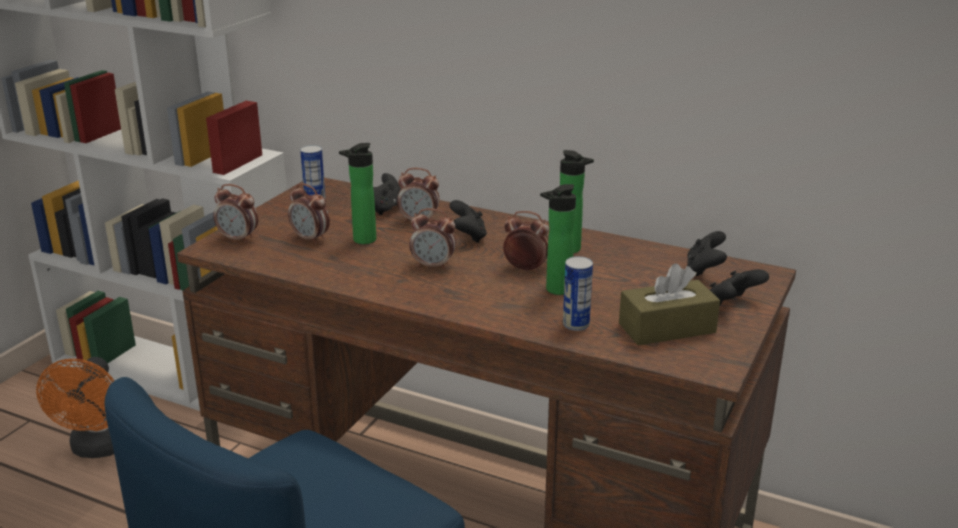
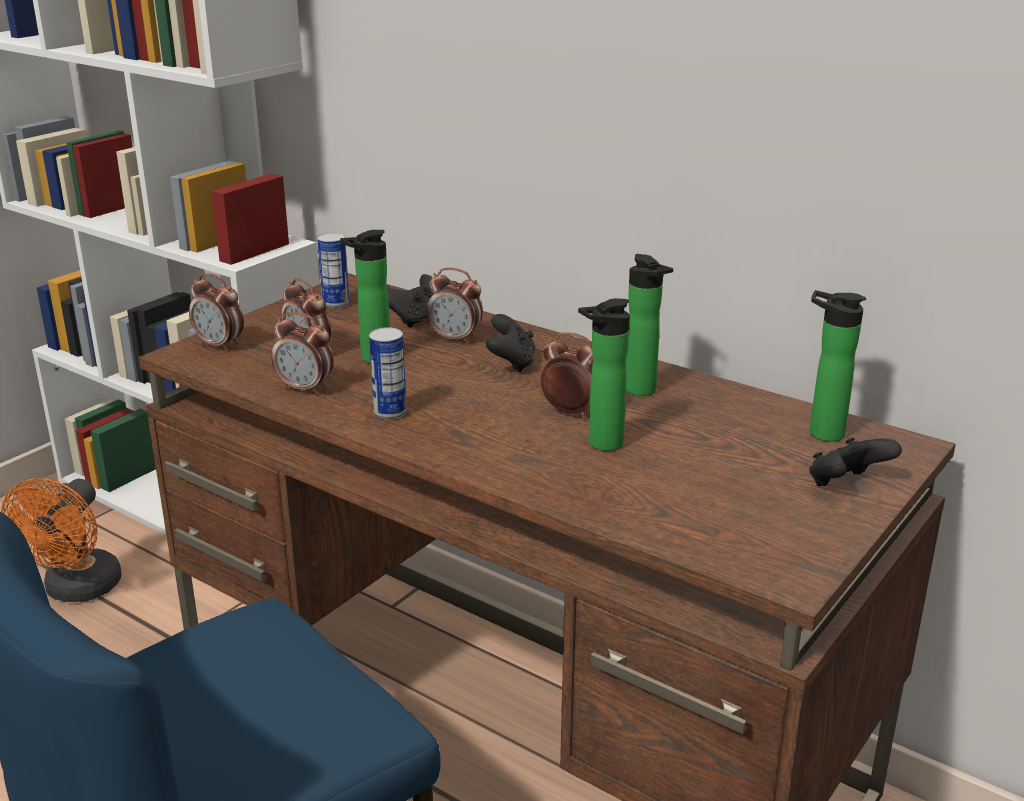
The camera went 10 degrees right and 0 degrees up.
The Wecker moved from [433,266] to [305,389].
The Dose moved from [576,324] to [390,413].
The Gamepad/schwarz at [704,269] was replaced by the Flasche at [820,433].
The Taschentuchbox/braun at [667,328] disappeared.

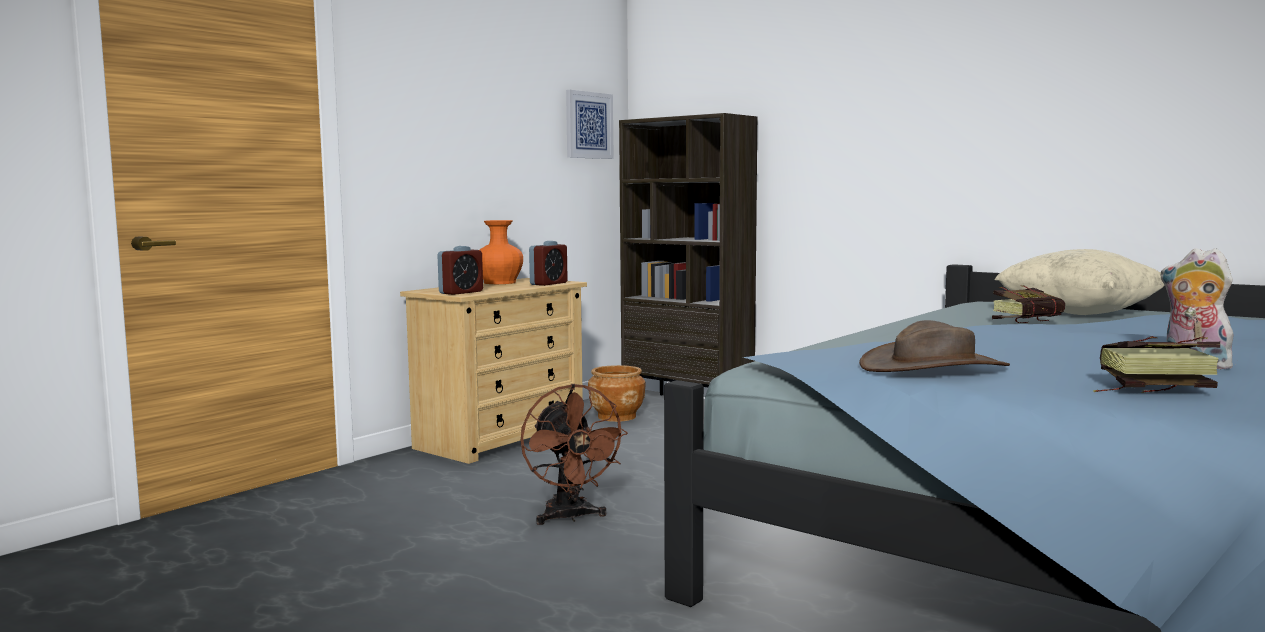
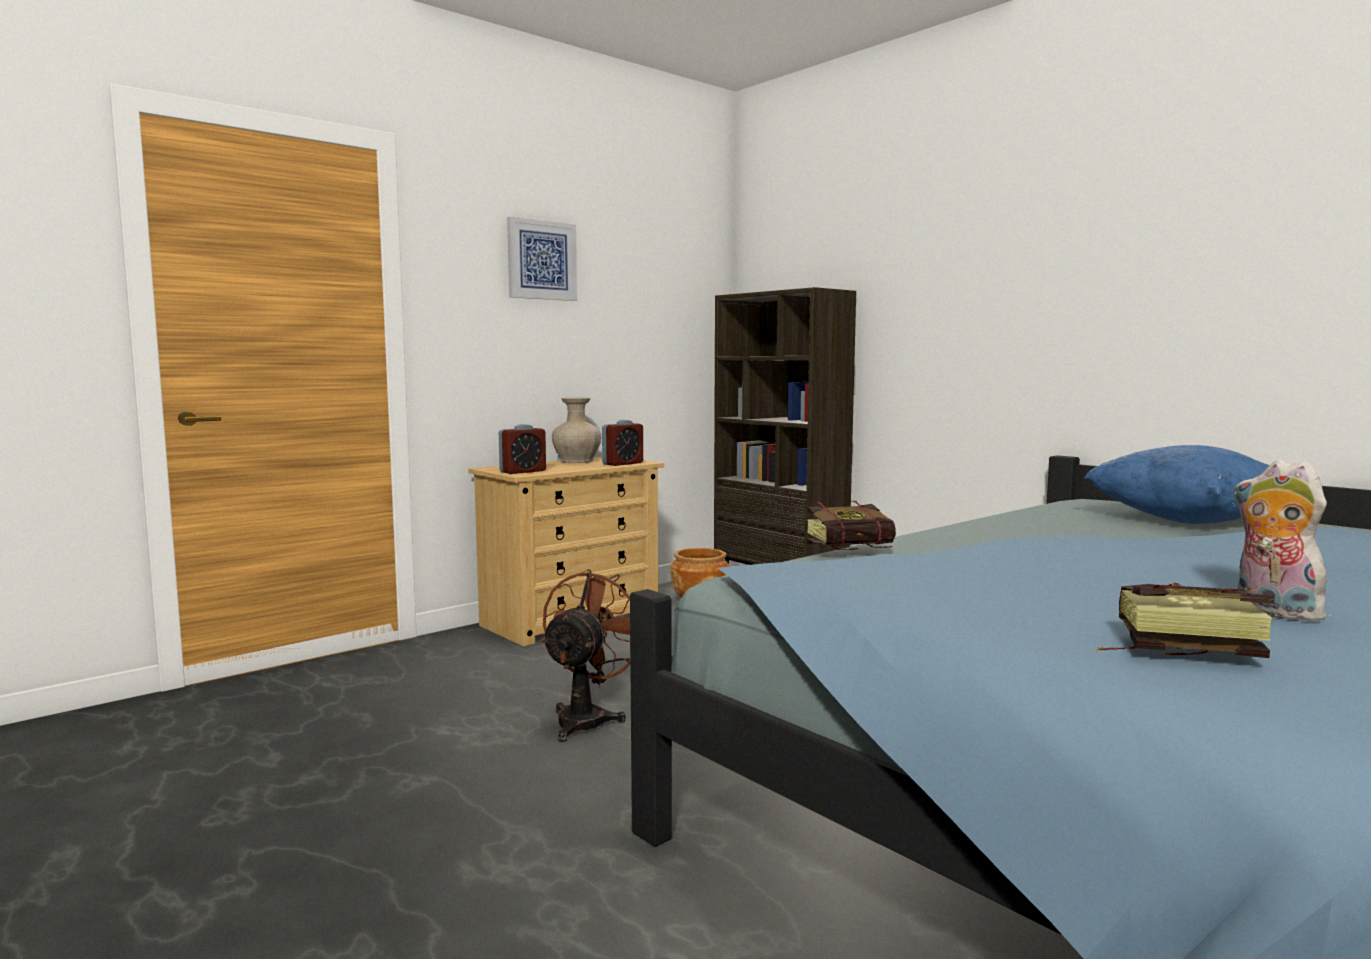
The camera went 10 degrees right and 0 degrees up.
The Bild moved from [588,125] to [541,260].
The Ventilator/braun at [570,517] turned 150 degrees counterclockwise.
The Vase/orange at [500,282] became the Vase/beige at [577,461].
The Buch moved from [1032,324] to [857,553].
The Kissen/beige at [1079,313] became the Kissen/blau at [1188,521].
The Hut/braun at [933,367] disappeared.

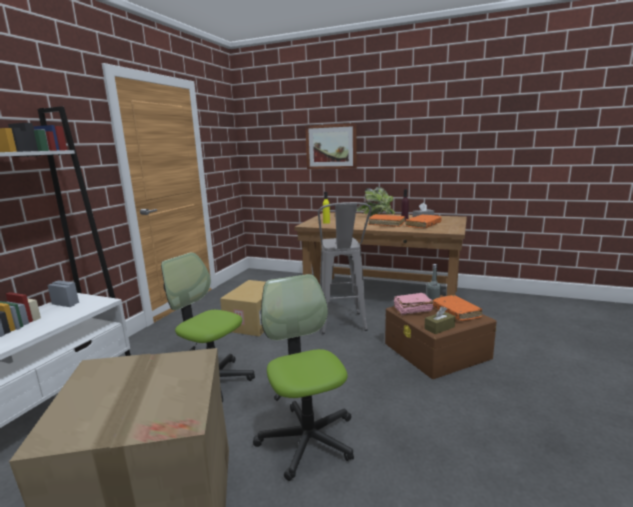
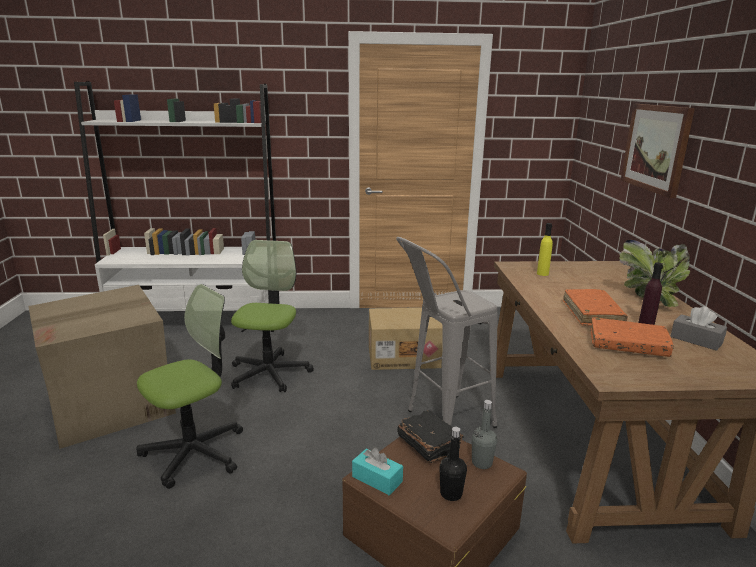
The camera went 65 degrees right and 5 degrees up.
The Taschentuchbox/braun at [439,328] became the Taschentuchbox/türkis at [377,479].
The Buch/rosa at [412,310] became the Buch/schwarz at [428,444].
The Buch/orange at [456,312] was replaced by the Flasche/schwarz at [451,493].

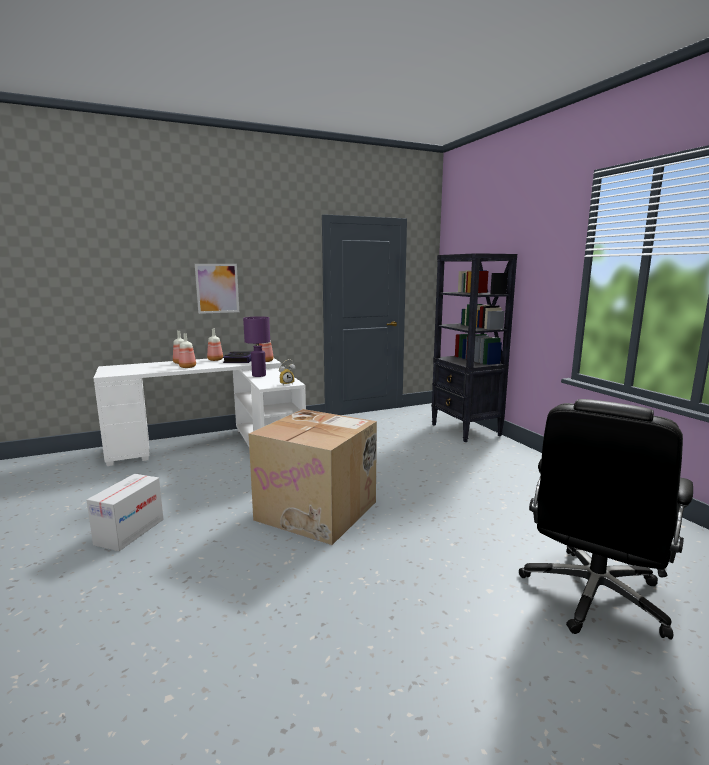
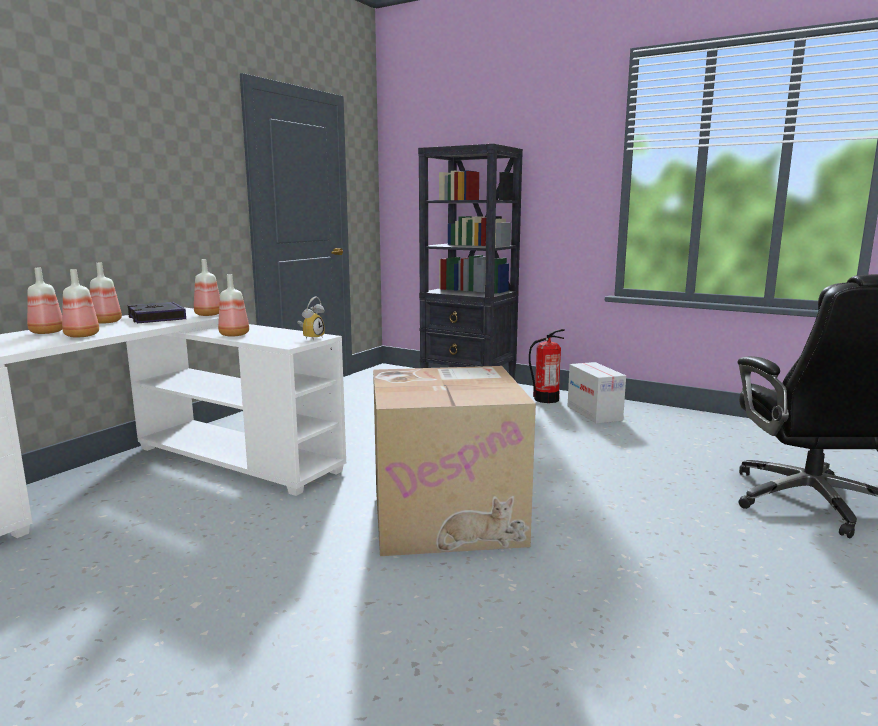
The camera went 35 degrees left and 0 degrees up.
The Tischlampe/lila at [259,375] was replaced by the Flasche at [235,335].
The Feuerlöscher at [546,399] appeared.
The Karton moved from [130,531] to [594,413].
The Bild at [217,288] disappeared.

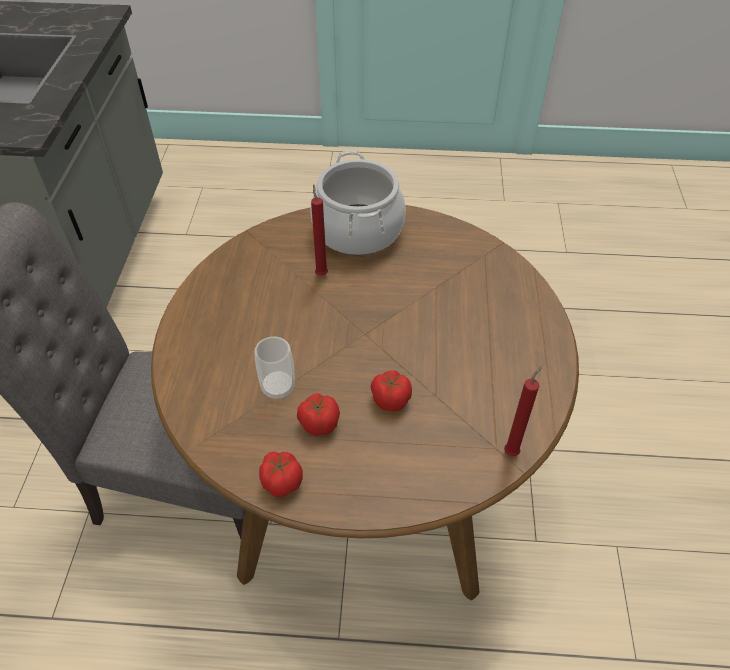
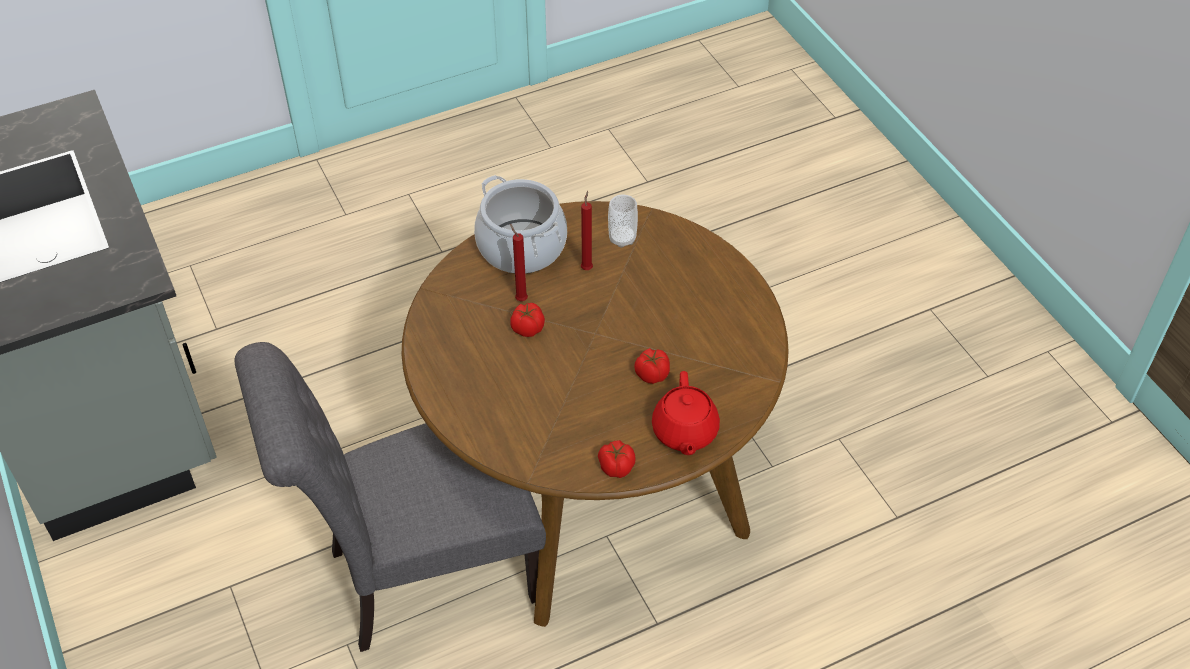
The camera went 30 degrees left and 0 degrees up.
The Tomate moved from [318,423] to [527,329].
The Kerze/rot moved from [512,451] to [587,267].
The Tasse moved from [278,388] to [622,239].
The Teekanne/rot at [684,432] appeared.

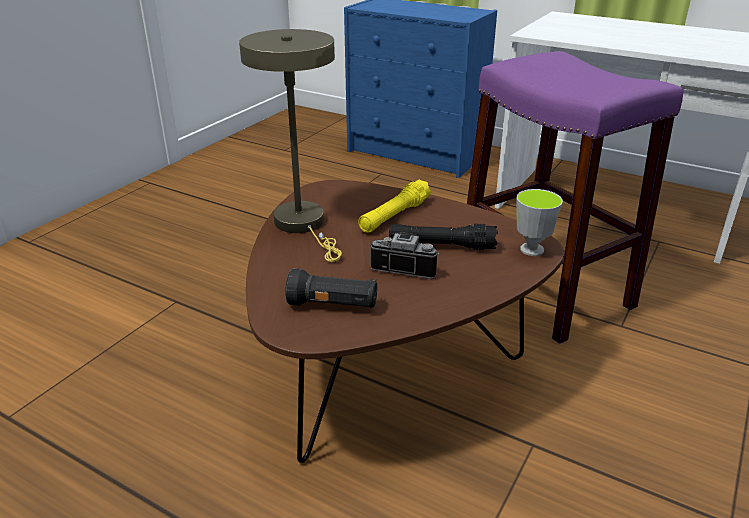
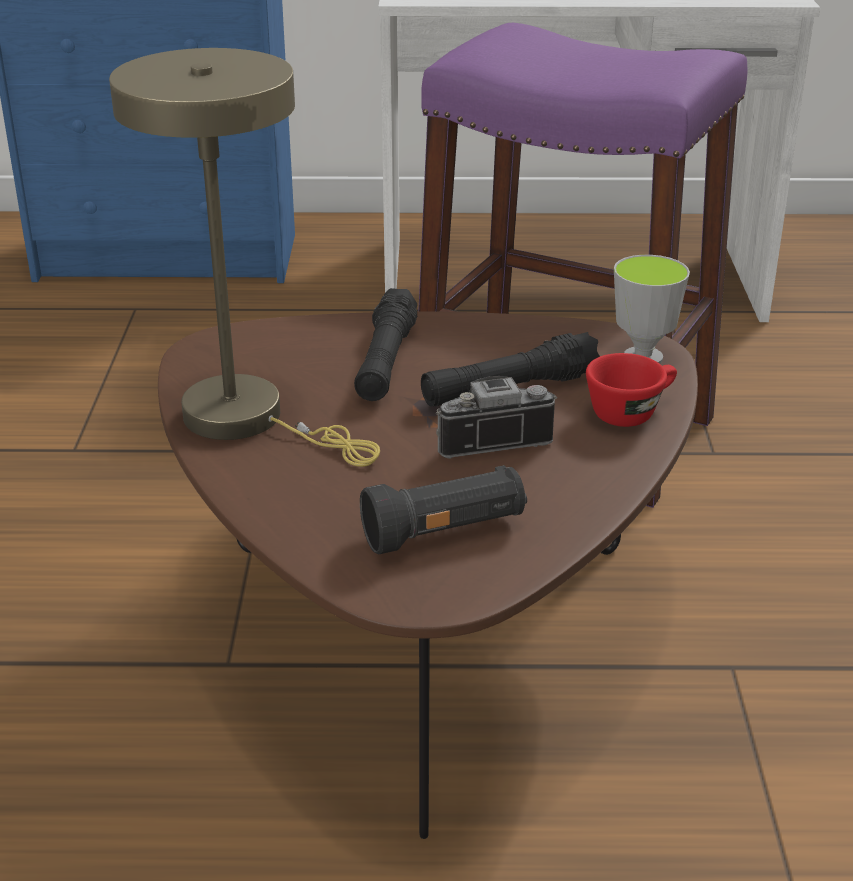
The camera went 30 degrees left and 0 degrees up.
The Taschenlampe/gelb at [394,216] became the Taschenlampe/schwarz at [385,361].
The Tasse/rot at [631,412] appeared.

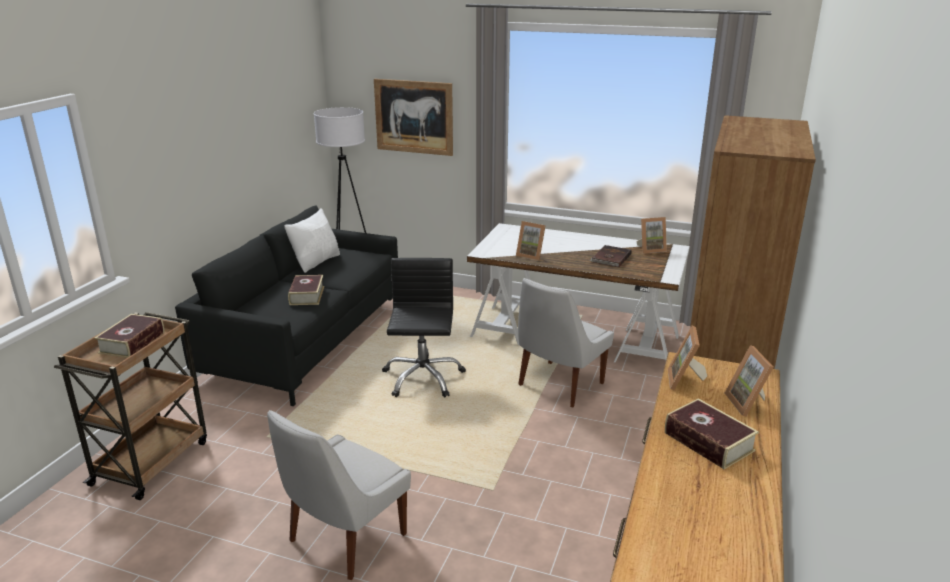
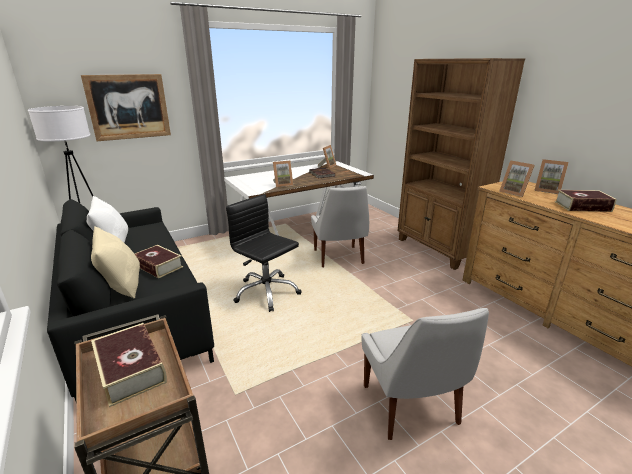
The camera went 50 degrees left and 0 degrees up.
The Kissen/beige at [122,285] appeared.

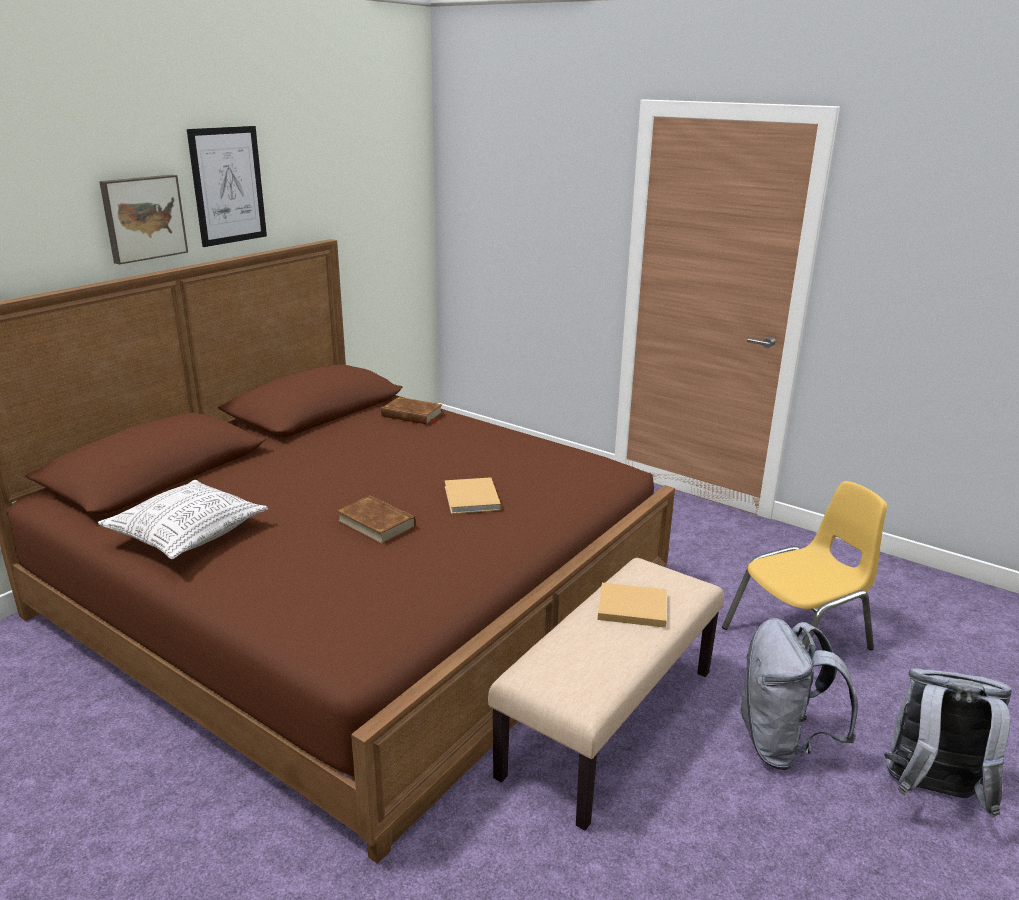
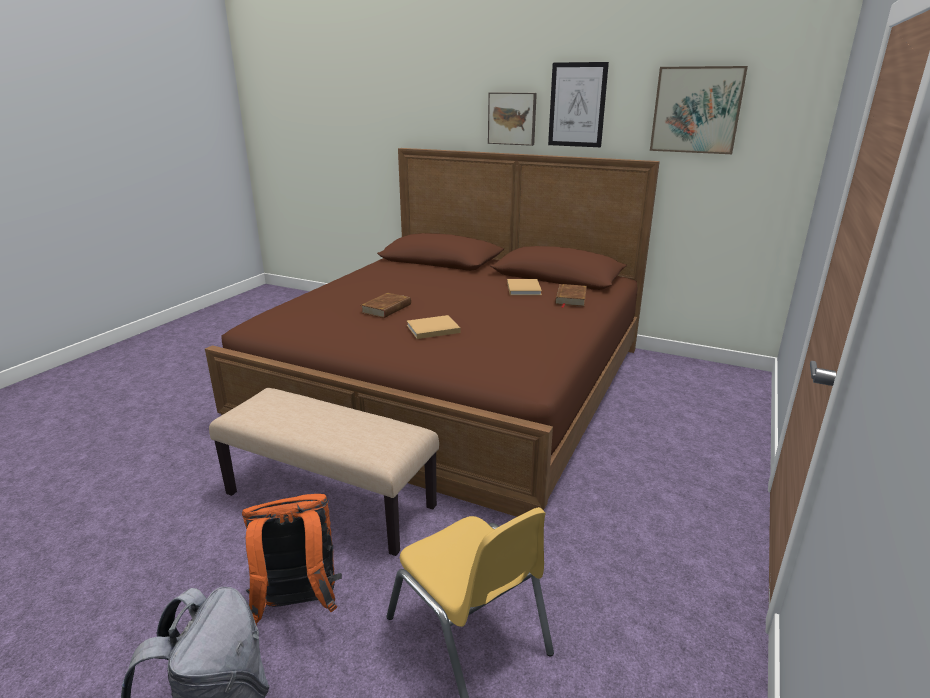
The camera went 80 degrees right and 0 degrees up.
The Rucksack/grau at [782,745] became the Rucksack/orange at [298,605].
The Buch/beige moved from [630,607] to [523,288].
The Bild at [696,110] appeared.
The Kissen at [188,534] disappeared.

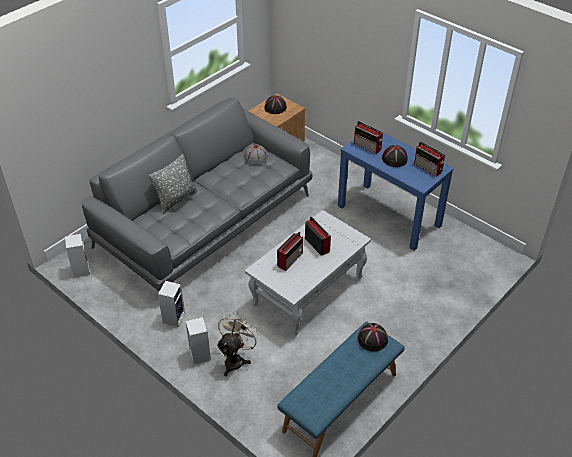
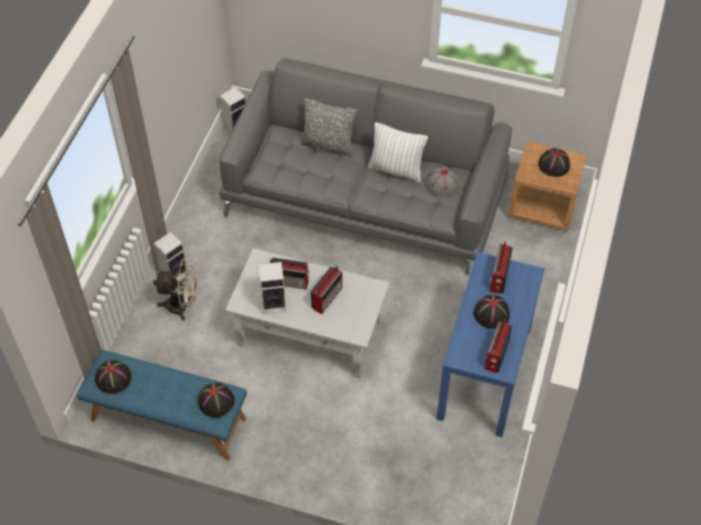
The camera went 65 degrees right and 10 degrees up.
The Hut/schwarz at [113,378] appeared.
The Lautsprecher moved from [174,317] to [274,303].
The Kissen/weiß at [396,170] appeared.

